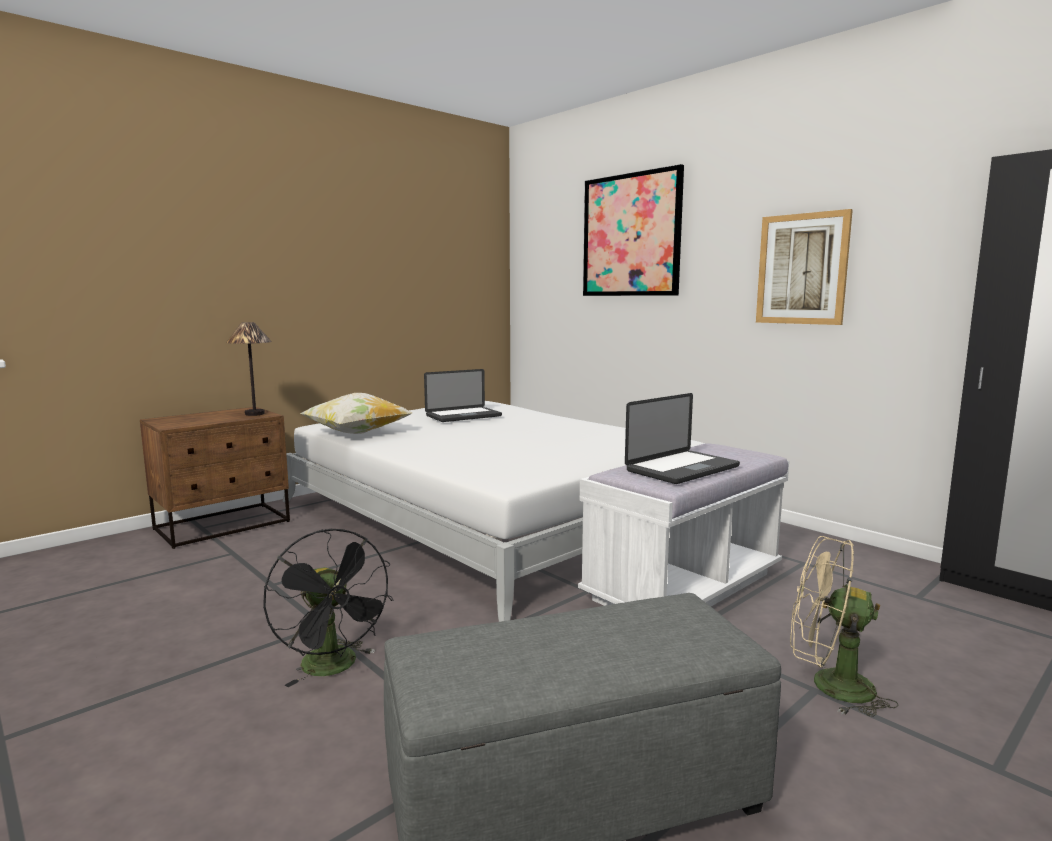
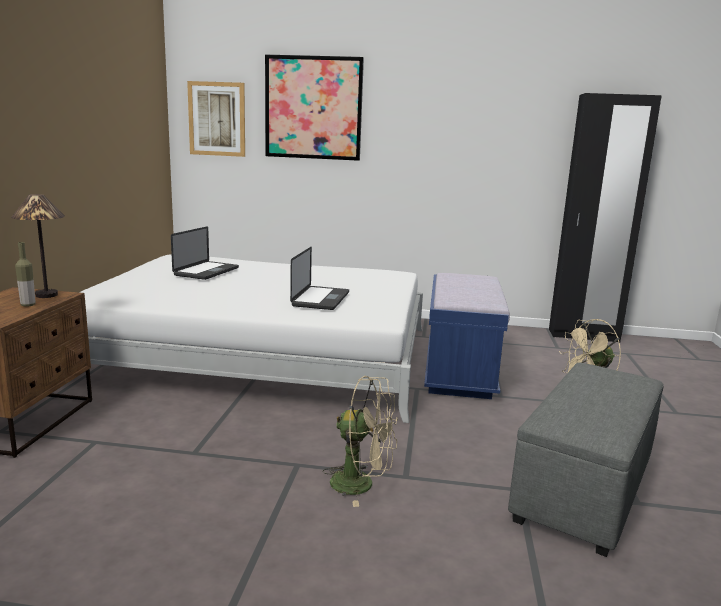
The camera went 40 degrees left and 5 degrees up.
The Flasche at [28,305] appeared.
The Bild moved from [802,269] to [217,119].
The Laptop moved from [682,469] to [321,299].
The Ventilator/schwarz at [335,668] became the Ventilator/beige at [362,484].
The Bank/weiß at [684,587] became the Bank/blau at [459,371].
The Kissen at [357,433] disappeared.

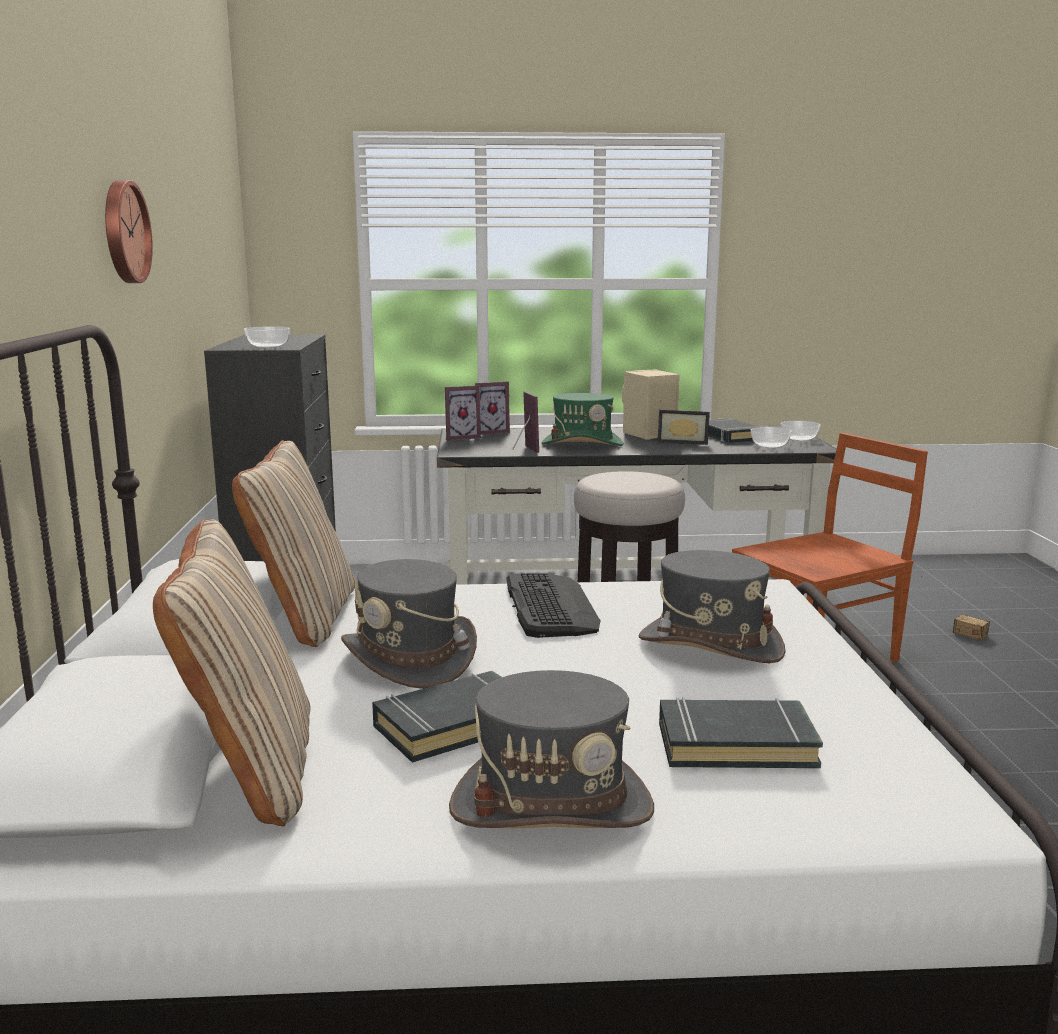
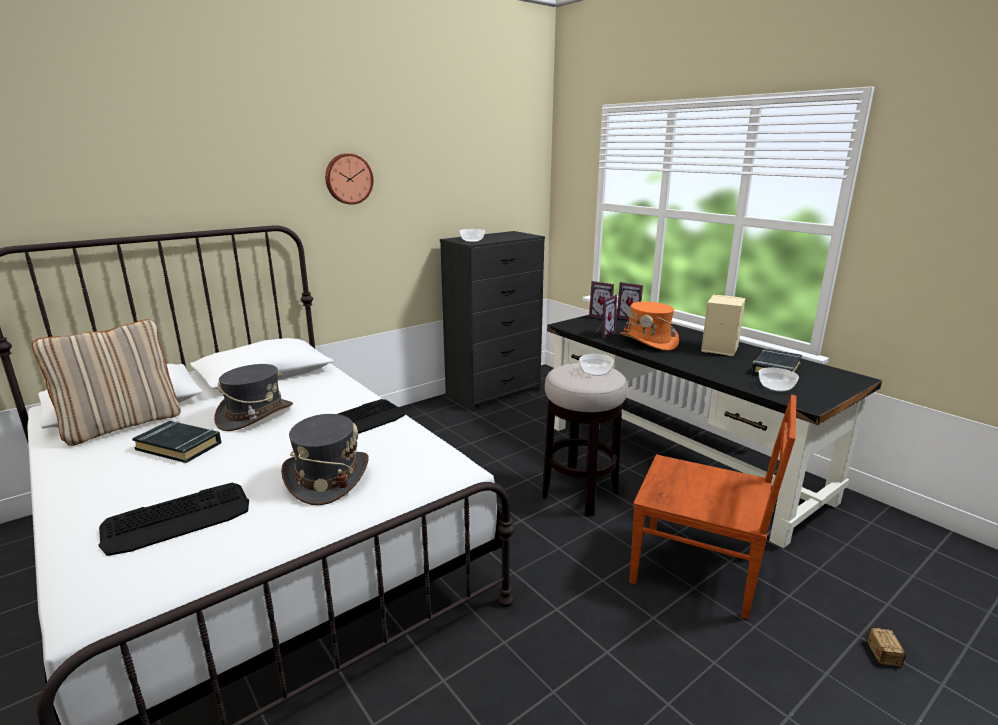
The camera went 55 degrees right and 5 degrees up.
The Buch/schwarz at [735,744] was replaced by the Tastatur at [178,519].
The Schüssel moved from [798,439] to [595,372].
The Hut/grün at [582,444] became the Hut/orange at [649,341].
The Kissen/beige at [304,617] disappeared.
The Hut/grau at [551,806] disappeared.
The Bilderrahmen at [683,442] disappeared.

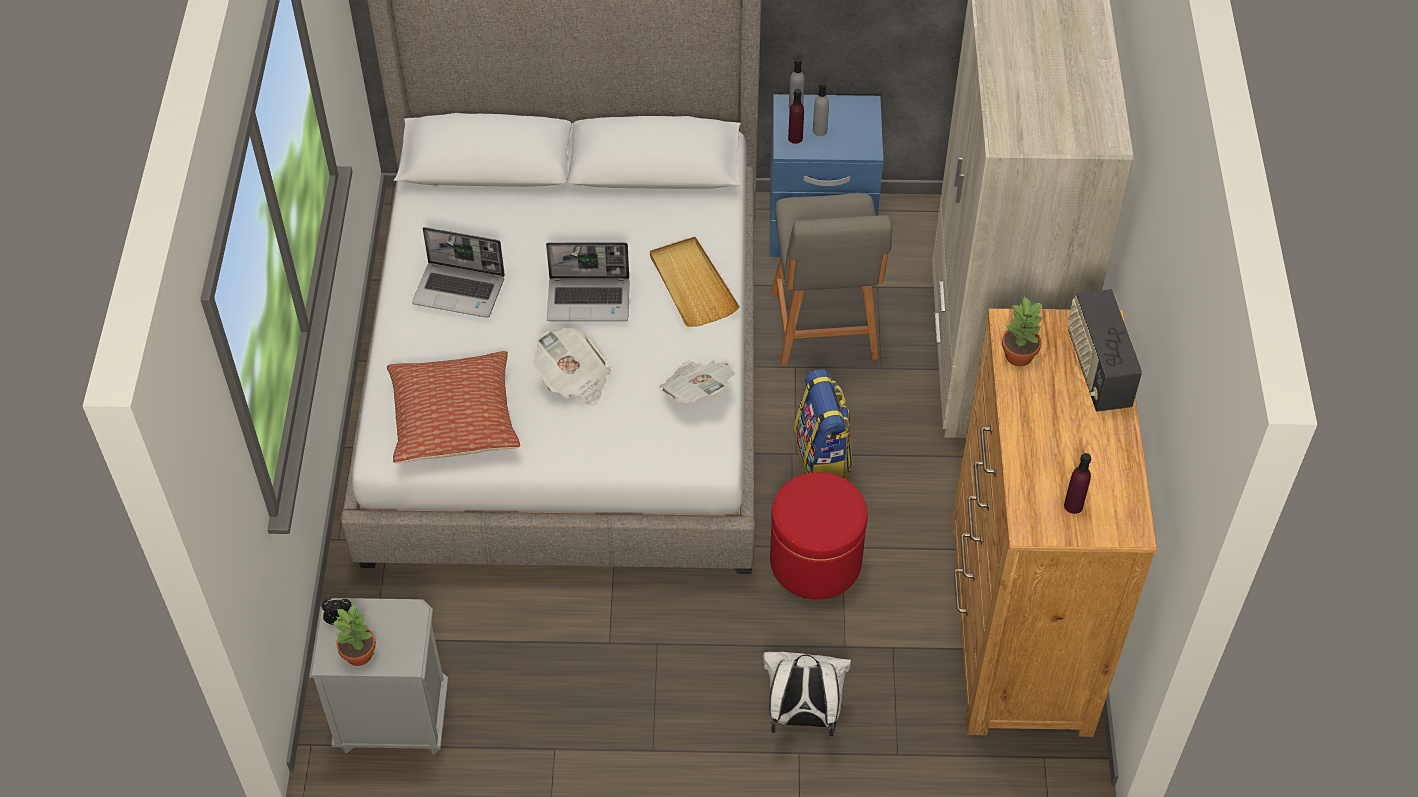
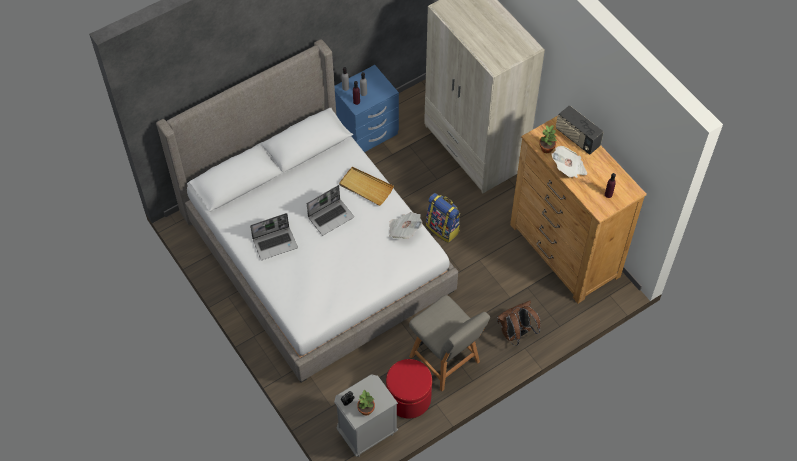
The camera went 35 degrees left and 5 degrees up.
The Polsterhocker/rot moved from [815,562] to [408,398].
The Stuhl/grau moved from [824,329] to [446,361].
The Rucksack/weiß at [803,717] became the Rucksack/braun at [516,334].
The Zeitung moved from [574,380] to [568,168].
The Kissen at [454,419] disappeared.

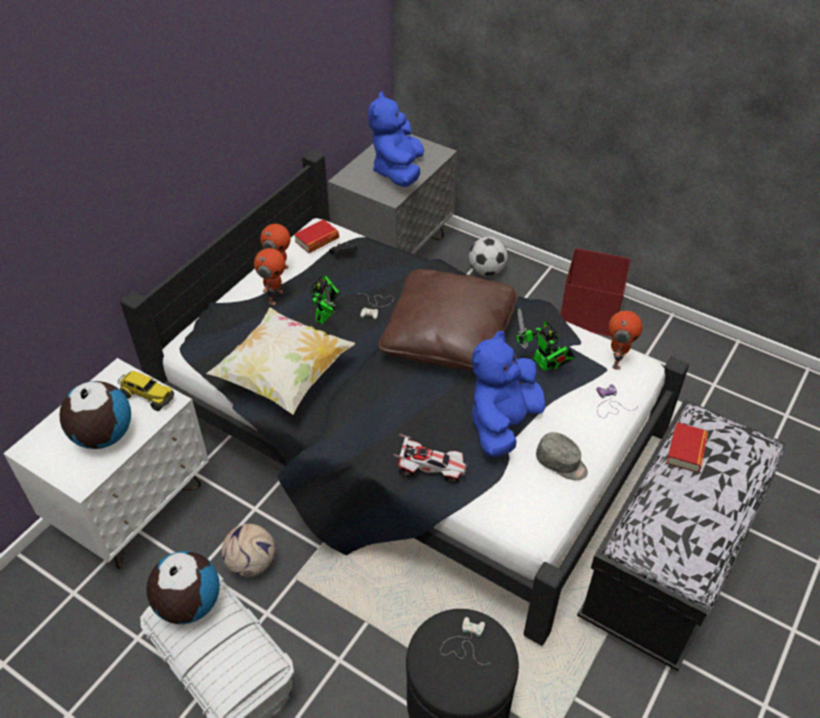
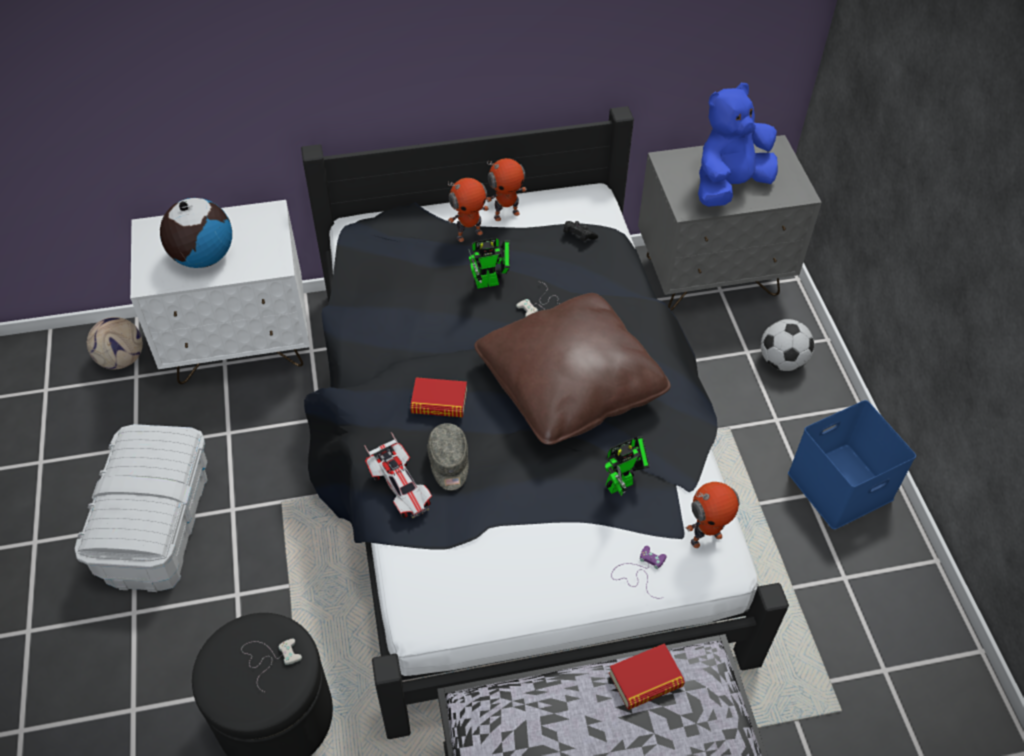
The camera went 45 degrees right and 5 degrees up.
The Fußball moved from [252,563] to [122,359].
The Buch moved from [317,240] to [439,402].
The Kappe/grau moved from [561,463] to [449,463].
The Spielzeugroboter at [544,365] turned 135 degrees counterclockwise.
The Aufbewahrungsbox/rot at [589,311] became the Aufbewahrungsbox/blau at [840,483].
The Spielzeuglaster at [147,396] disappeared.
The Globus at [188,604] disappeared.
The Kissen at [284,376] disappeared.
The Plüschtier/blau at [502,424] disappeared.

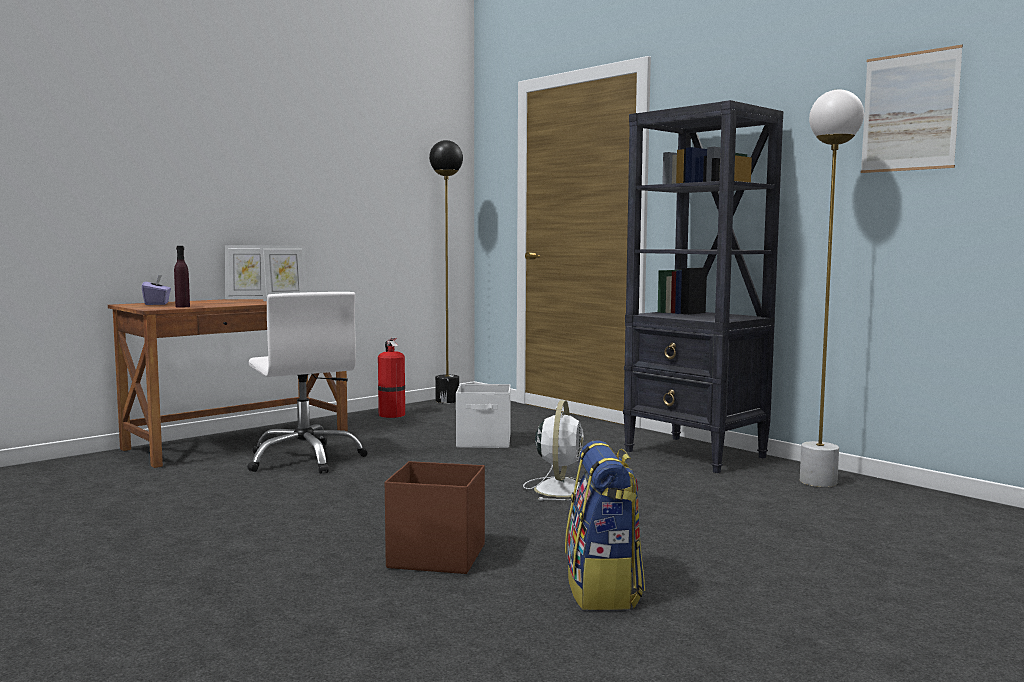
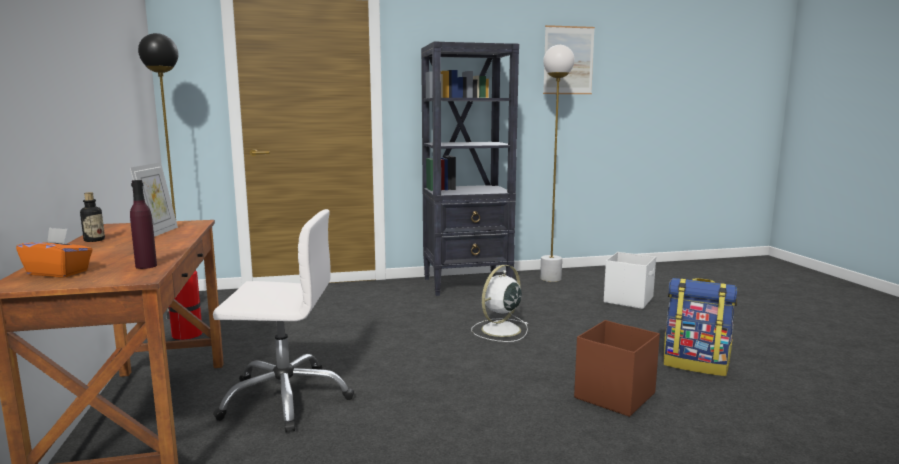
The camera went 60 degrees left and 5 degrees up.
The Taschentuchbox/lila at [157,304] became the Taschentuchbox/orange at [59,272].
The Bilderrahmen at [248,299] was replaced by the Flasche at [94,240].
The Ventilator/weiß at [561,489] turned 90 degrees counterclockwise.
The Aufbewahrungsbox/weiß moved from [484,442] to [629,300].

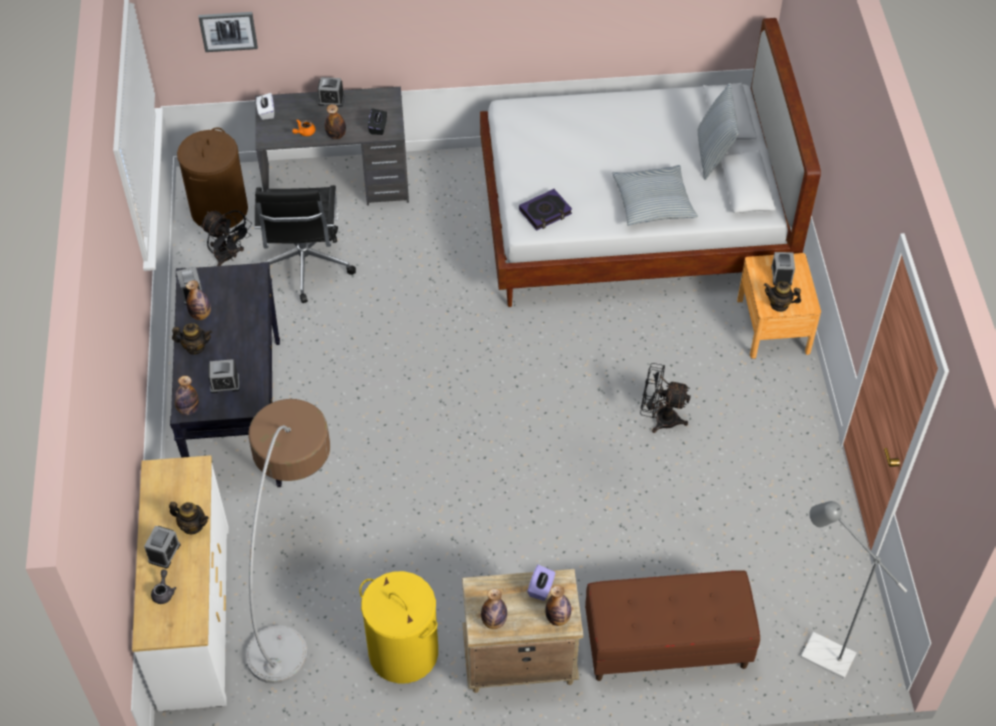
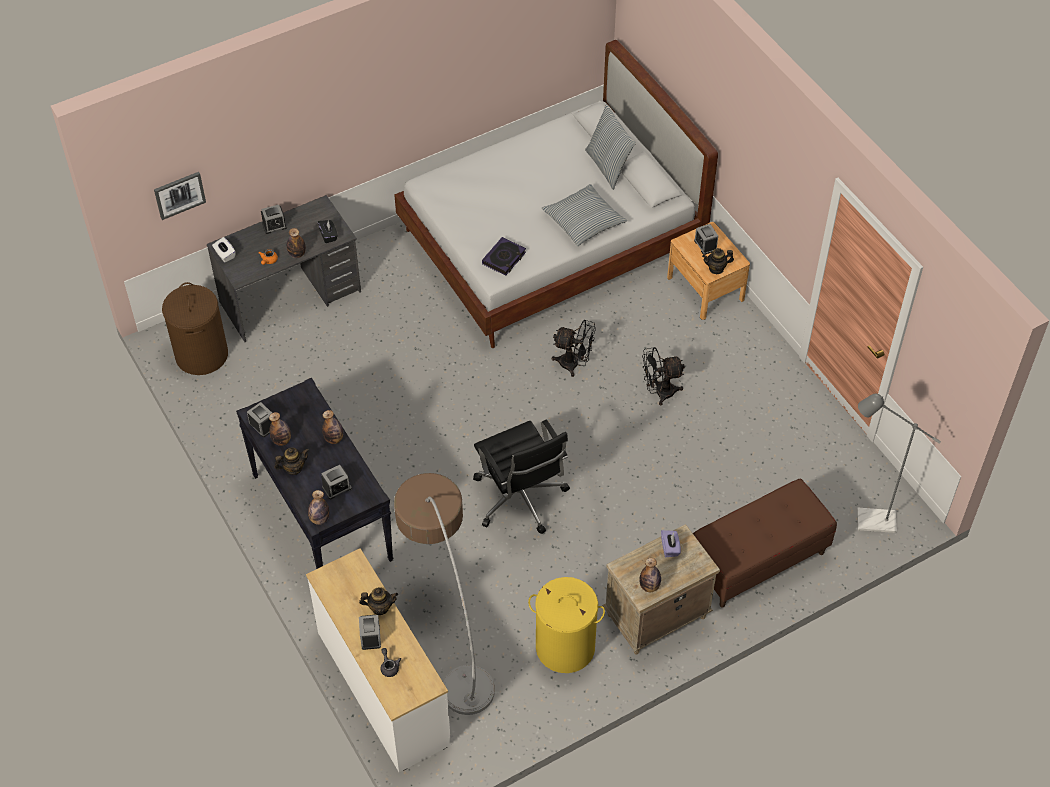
The camera went 25 degrees left and 0 degrees up.
The Flasche moved from [558,618] to [334,439].
The Bürostuhl/schwarz moved from [304,266] to [520,499].
The Ventilator/schwarz moved from [228,257] to [574,364].

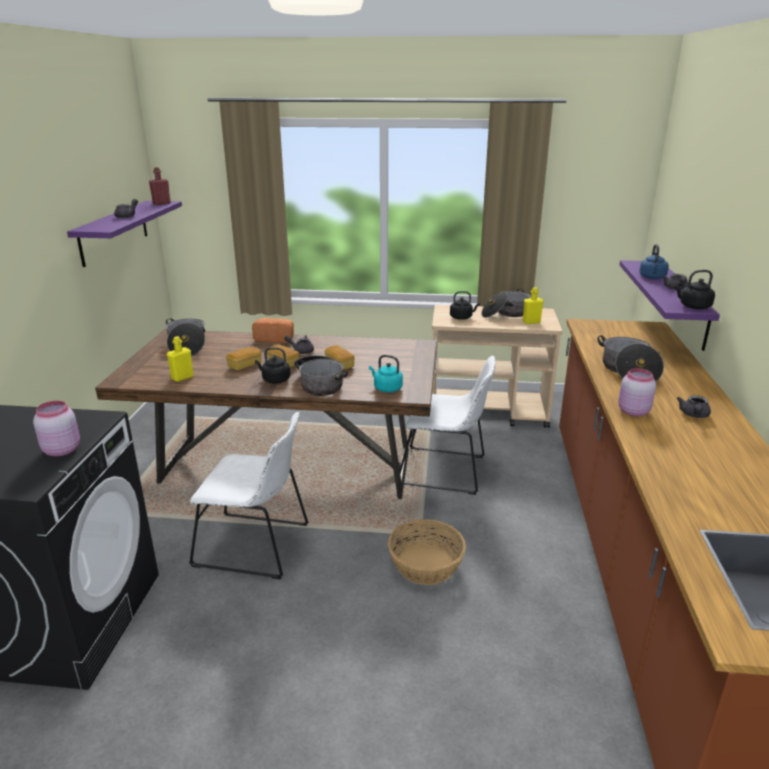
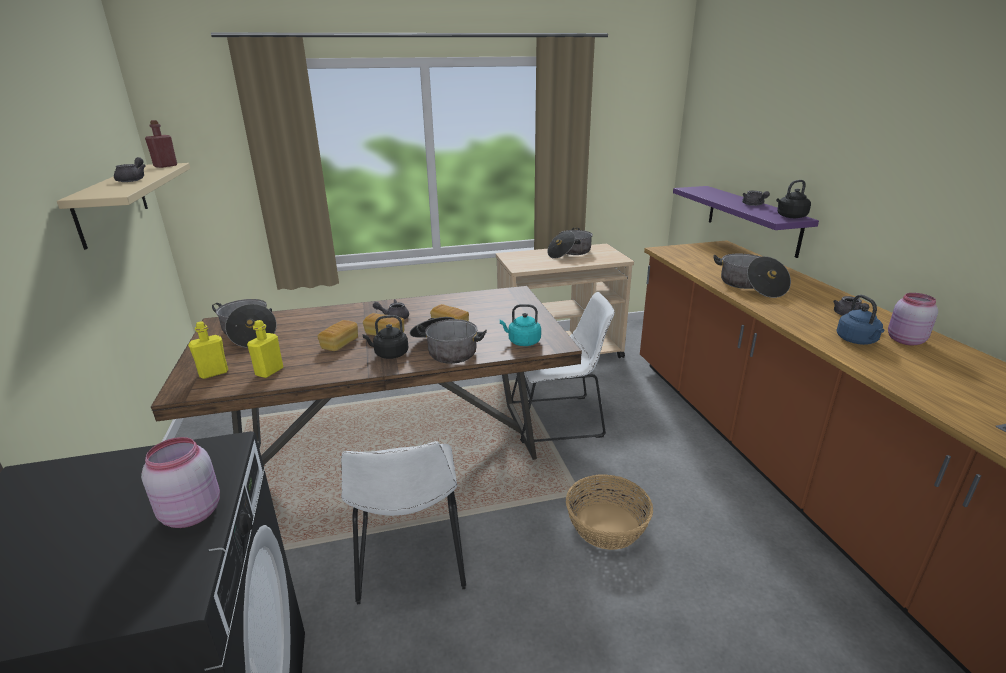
The camera went 20 degrees left and 0 degrees up.
The Wandregal/lila at [114,232] became the Wandregal/beige at [112,203].
The Flasche/gelb moved from [531,322] to [213,373].
The Stuhl/weiß at [257,546] turned 90 degrees clockwise.
The Wasserkessel/blau moved from [652,277] to [857,341].
The Vorratsglas/rosa moved from [632,411] to [904,340].
The Brot at [275,338] disappeared.
The Wasserkessel/schwarz at [462,317] disappeared.

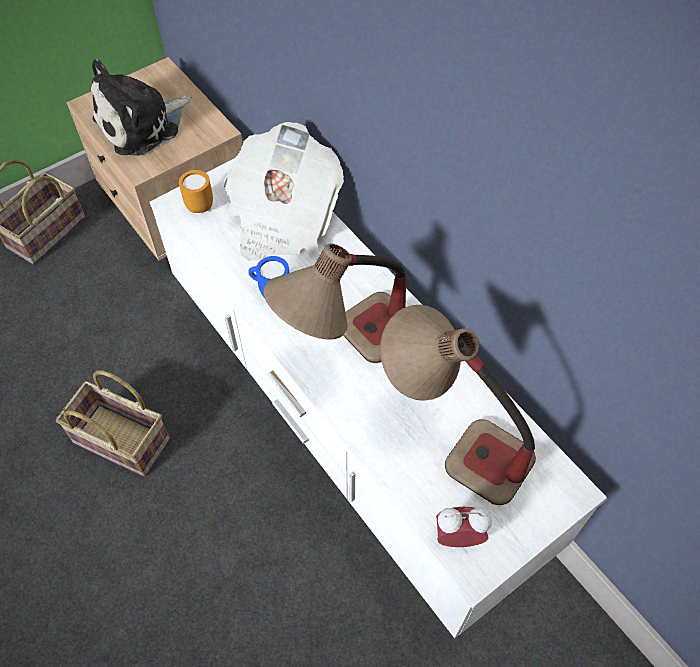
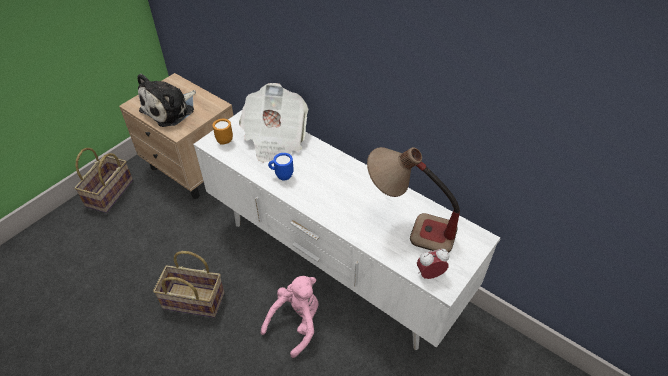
The camera went 15 degrees left and 10 degrees down.
The Plüschtier/rosa at [296,323] appeared.
The Tischlampe at [347,351] disappeared.

